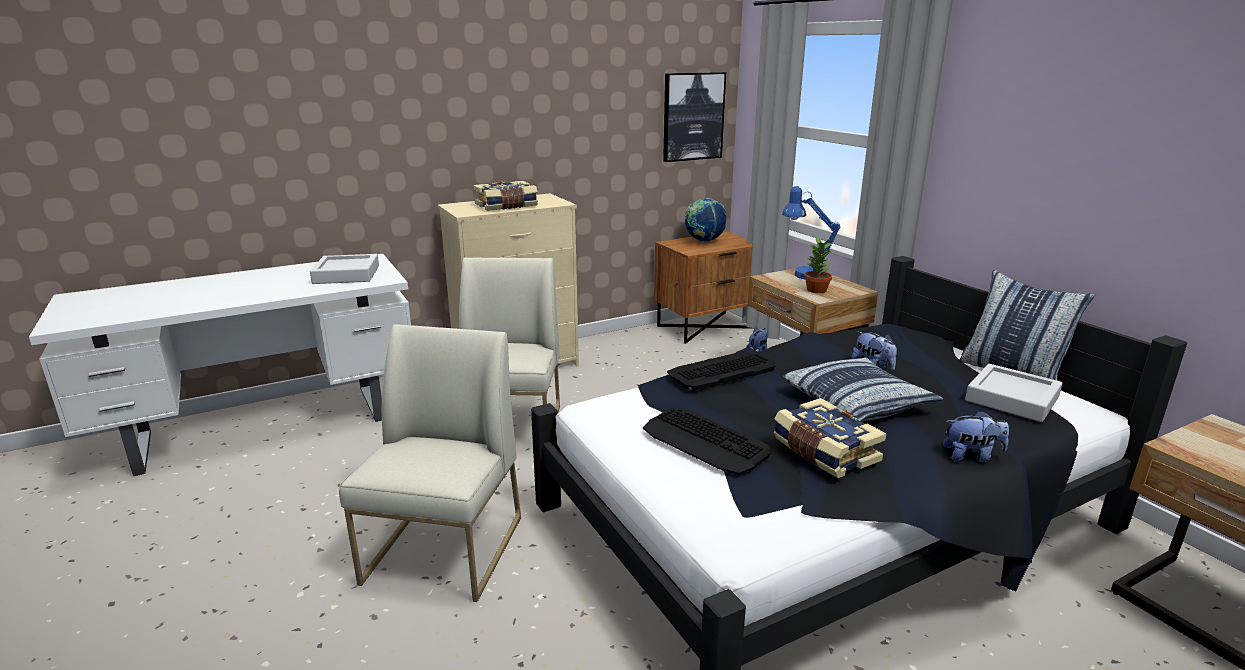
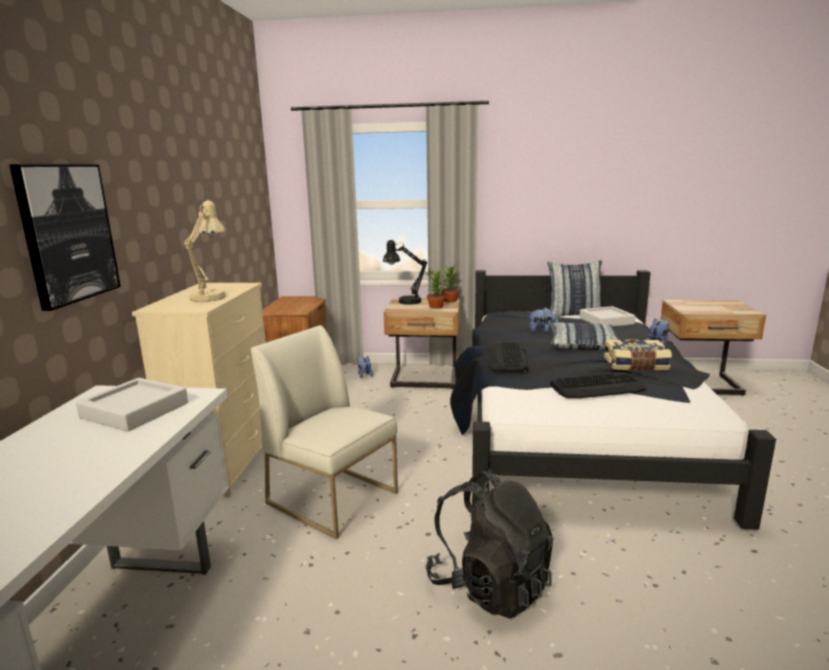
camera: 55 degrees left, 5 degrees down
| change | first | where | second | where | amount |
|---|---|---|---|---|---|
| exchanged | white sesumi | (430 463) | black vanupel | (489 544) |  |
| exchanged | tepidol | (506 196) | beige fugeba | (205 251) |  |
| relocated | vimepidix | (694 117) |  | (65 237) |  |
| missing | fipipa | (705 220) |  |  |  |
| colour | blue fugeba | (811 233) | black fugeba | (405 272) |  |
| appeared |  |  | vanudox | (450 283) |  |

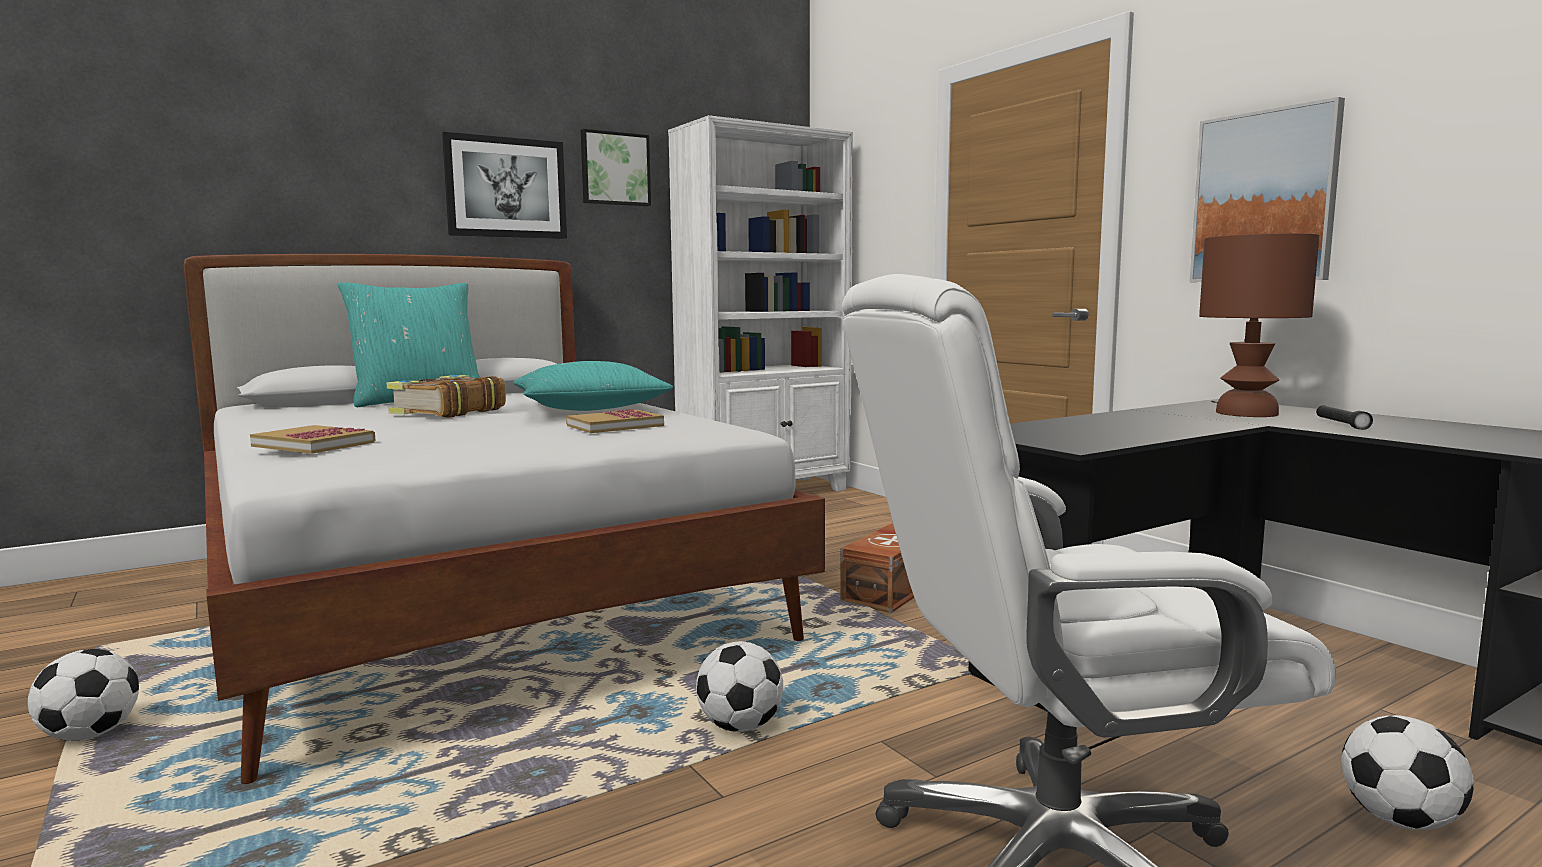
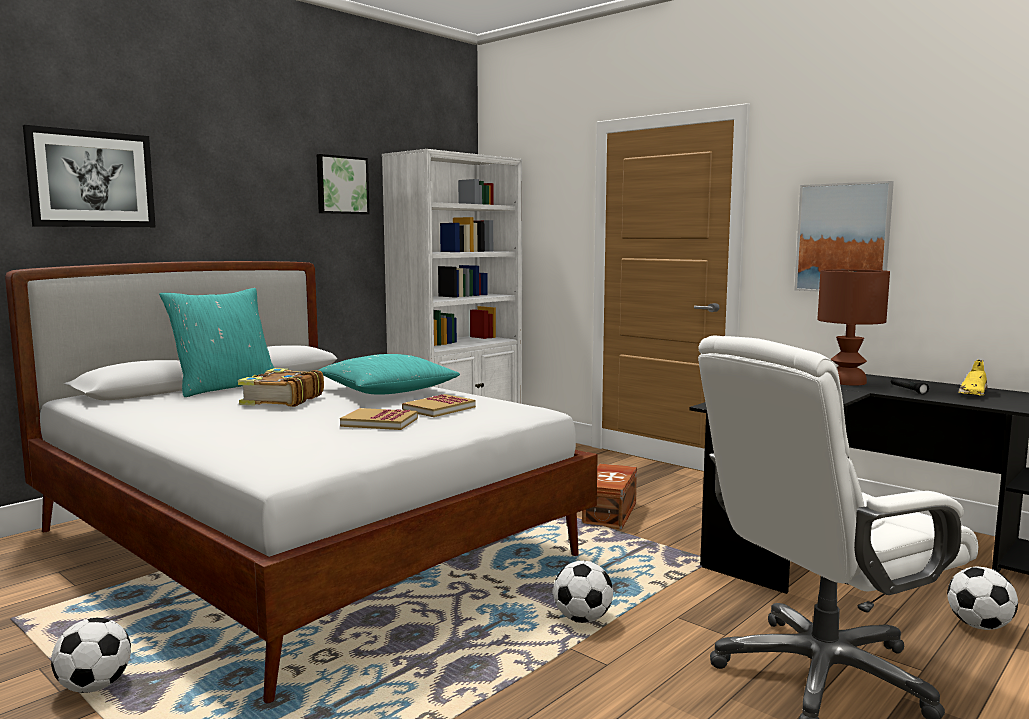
camera: 15 degrees left, 0 degrees up
| change | first | where | second | where | amount |
|---|---|---|---|---|---|
| relocated | tepidol | (313 439) |  | (379 419) |  |
| relocated | vimepidix | (504 185) |  | (89 176) |  |
| appeared |  |  | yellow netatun | (972 378) |  |

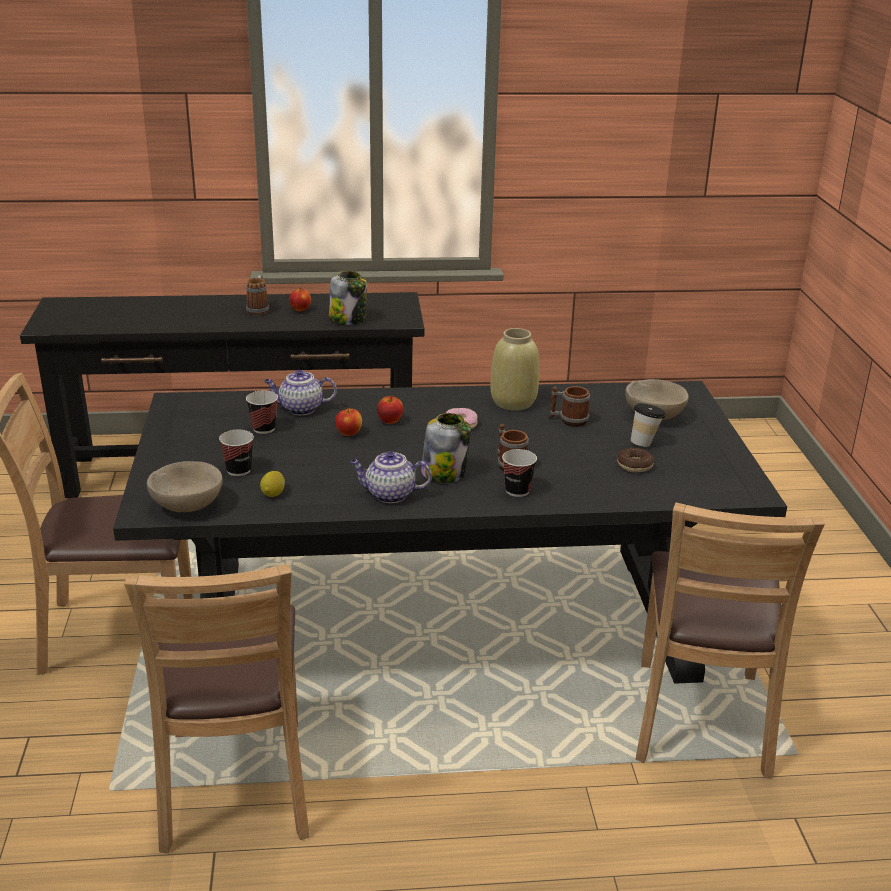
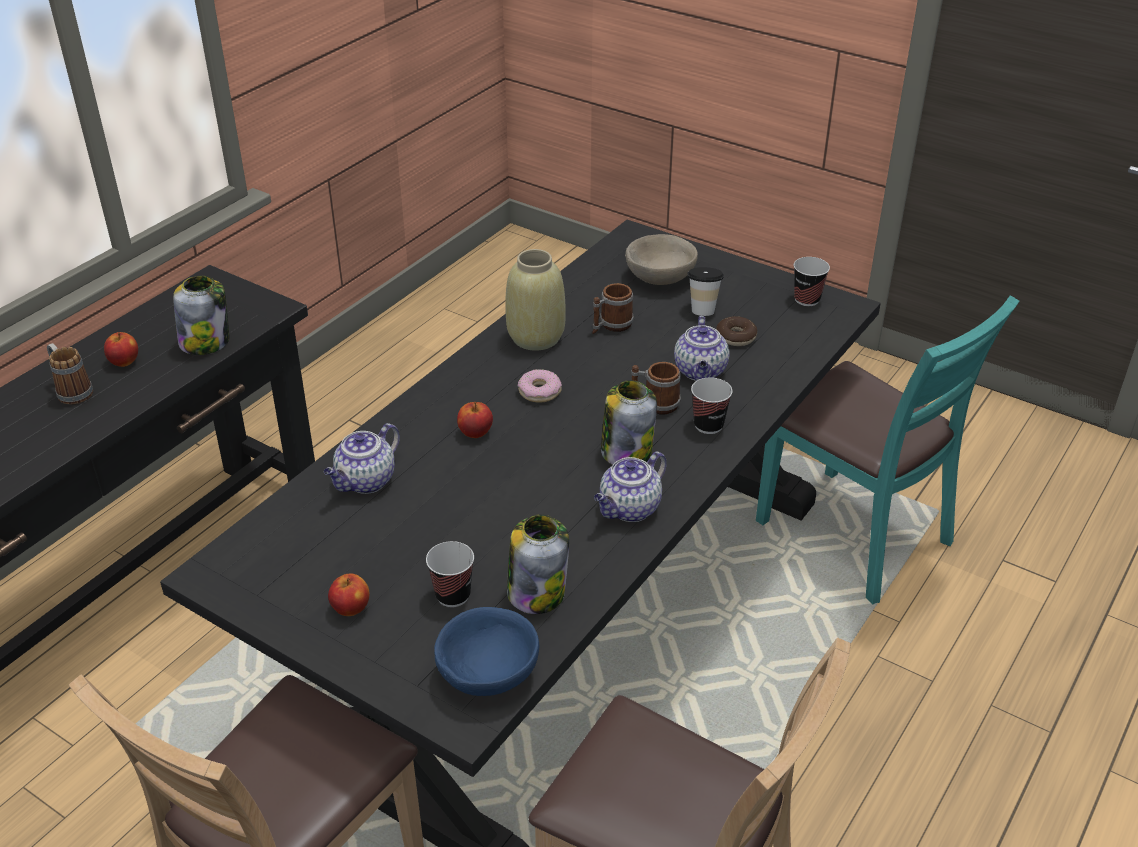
camera: 50 degrees left, 10 degrees up
| change | first | where | second | where | amount |
|---|---|---|---|---|---|
| colour | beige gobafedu | (185 486) | blue gobafedu | (486 651) |  |
| relocated | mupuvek | (262 412) |  | (812 281) |  |
| exchanged | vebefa | (272 484) | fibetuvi | (538 564) |  |
| relocated | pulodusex | (348 422) |  | (348 594) |  |
| colour | brown sesumi | (730 640) | turquoise sesumi | (887 449) |  |
| appeared |  |  | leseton | (702 348) |  |

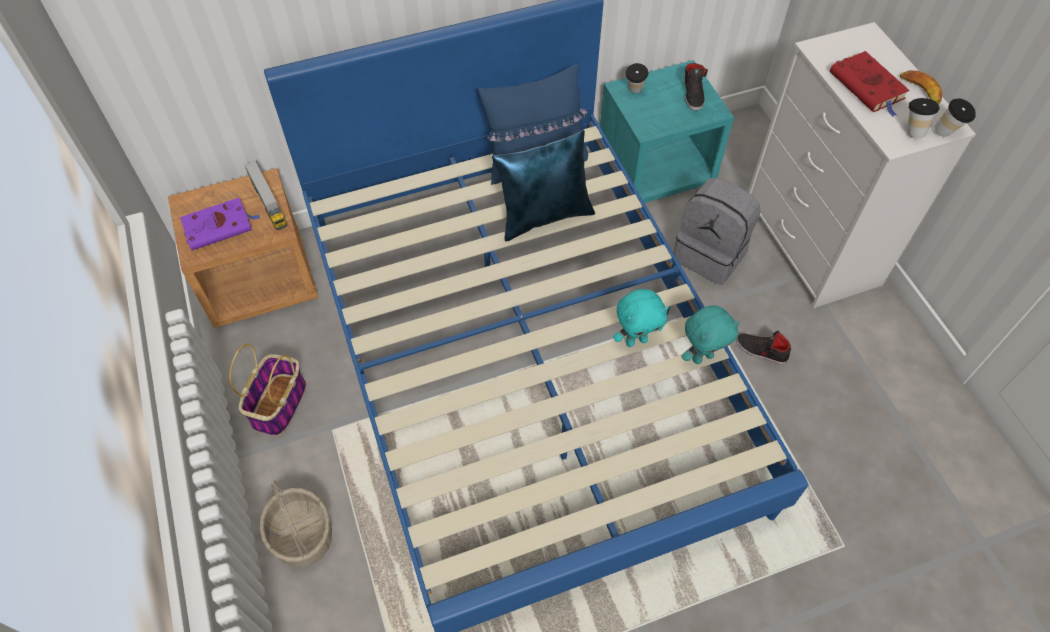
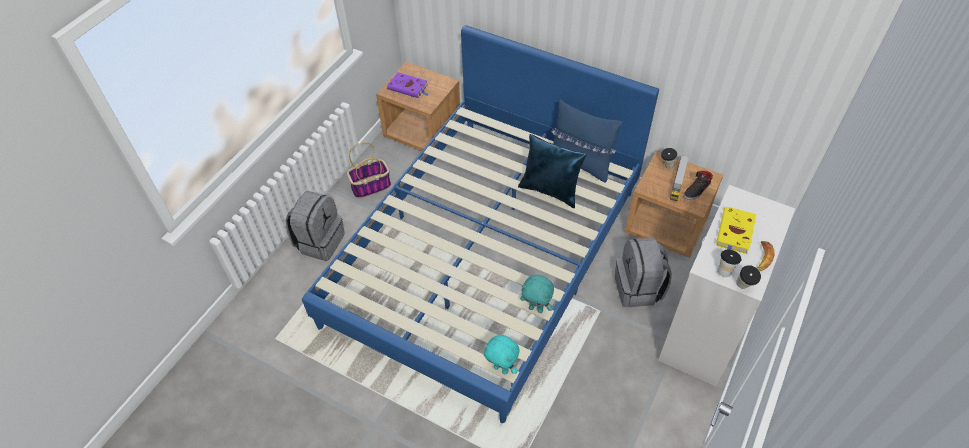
camera: 50 degrees right, 5 degrees down
| change | first | where | second | where | amount |
|---|---|---|---|---|---|
| relocated | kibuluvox | (265 195) |  | (679 178) |  |
| exchanged | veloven | (296 524) | grey vanupel | (315 226) |  |
| colour | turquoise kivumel | (667 131) | brown kivumel | (674 204) |  |
| relocated | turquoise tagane | (641 318) |  | (501 354) |  |
| missing | black netatun | (763 347) |  |  |  |
| colour | red tepidol | (869 84) | yellow tepidol | (736 230) |  |

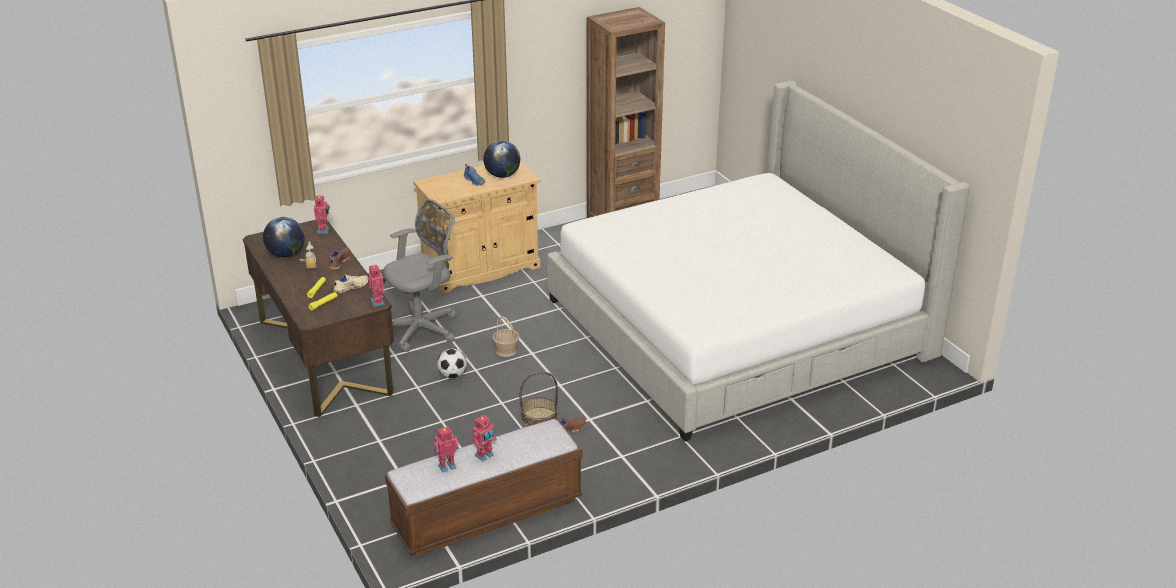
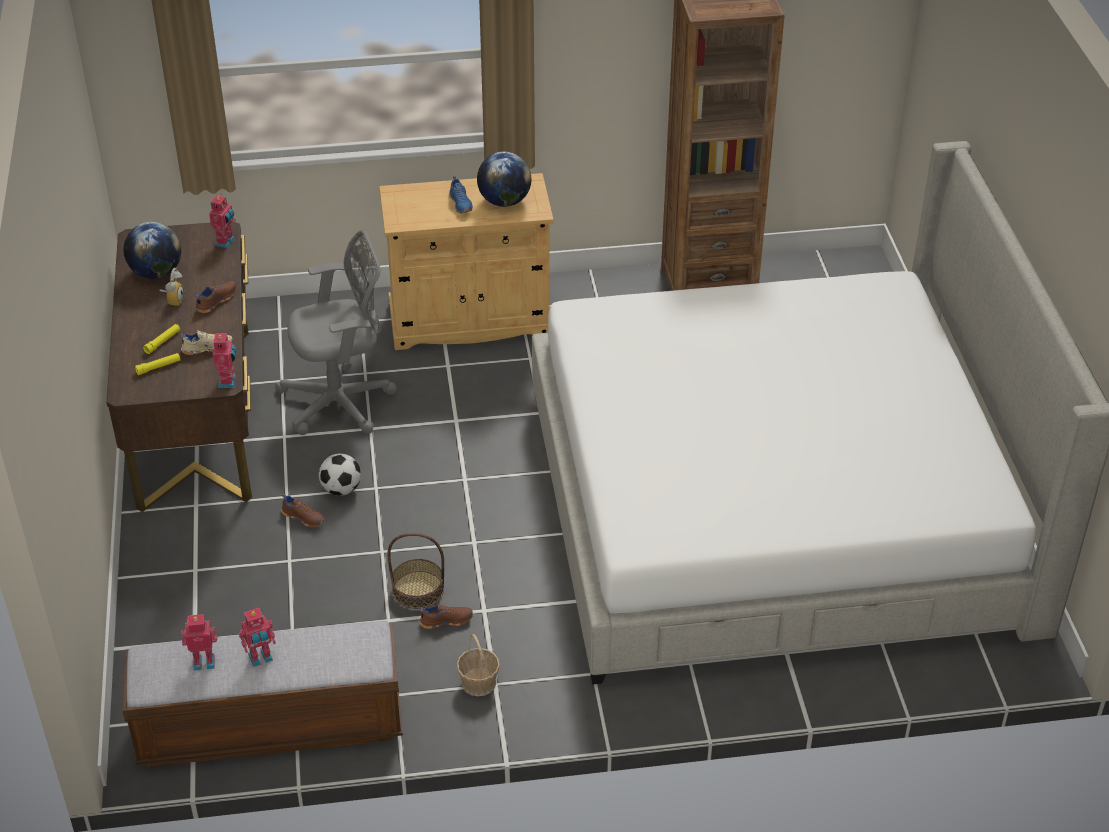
camera: 20 degrees right, 10 degrees up
| change | first | where | second | where | amount |
|---|---|---|---|---|---|
| relocated | veloven | (506 336) |  | (478 665) |  |
| appeared |  |  | brown netatun | (302 510) |  |

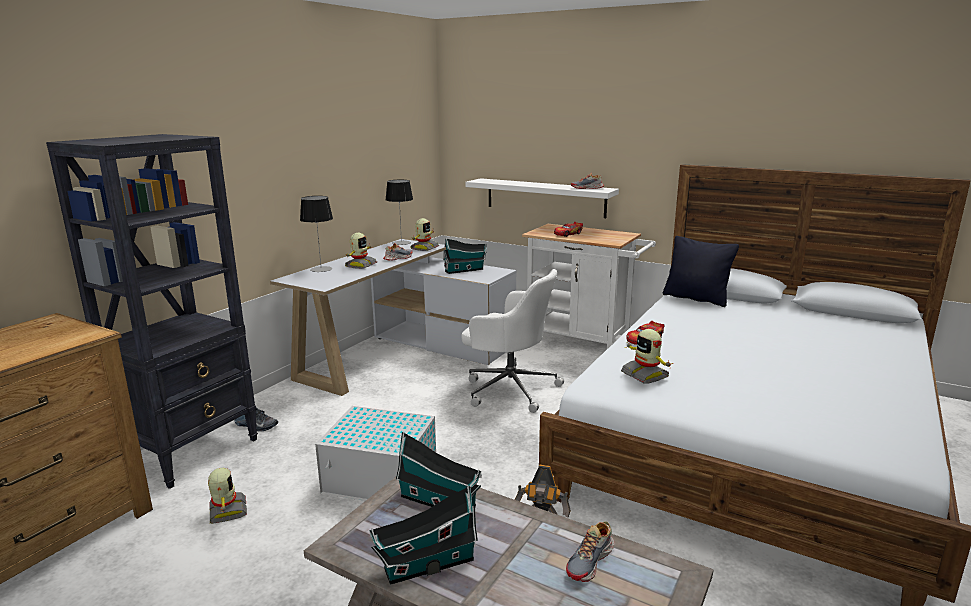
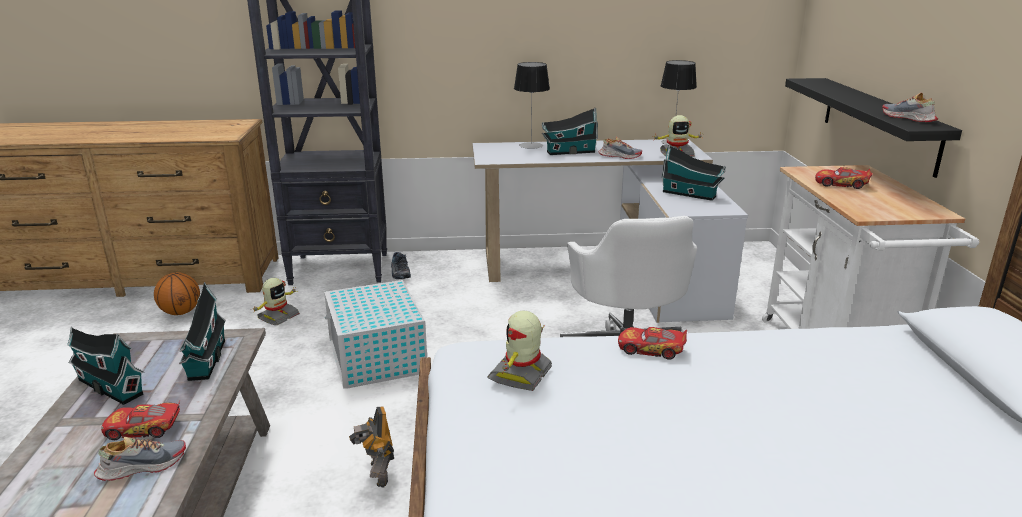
camera: 55 degrees right, 5 degrees up
| change | first | where | second | where | amount |
|---|---|---|---|---|---|
| exchanged | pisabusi | (361 251) | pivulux | (570 131) |  |
| colour | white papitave | (542 198) | black papitave | (873 128) |  |
| spun | netatun | (590 551) |  | (140 459) | 150 degrees clockwise |
| missing | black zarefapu | (701 271) |  |  |  |
| appeared |  |  | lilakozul | (140 420) |  |
| appeared |  |  | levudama | (177 293) |  |

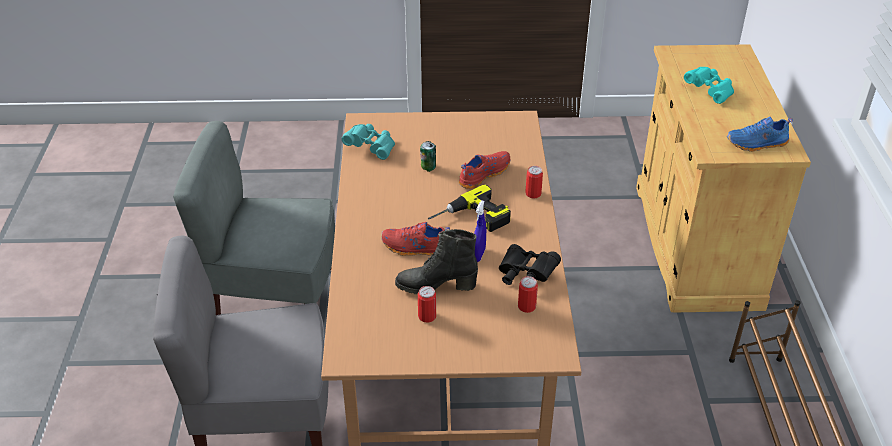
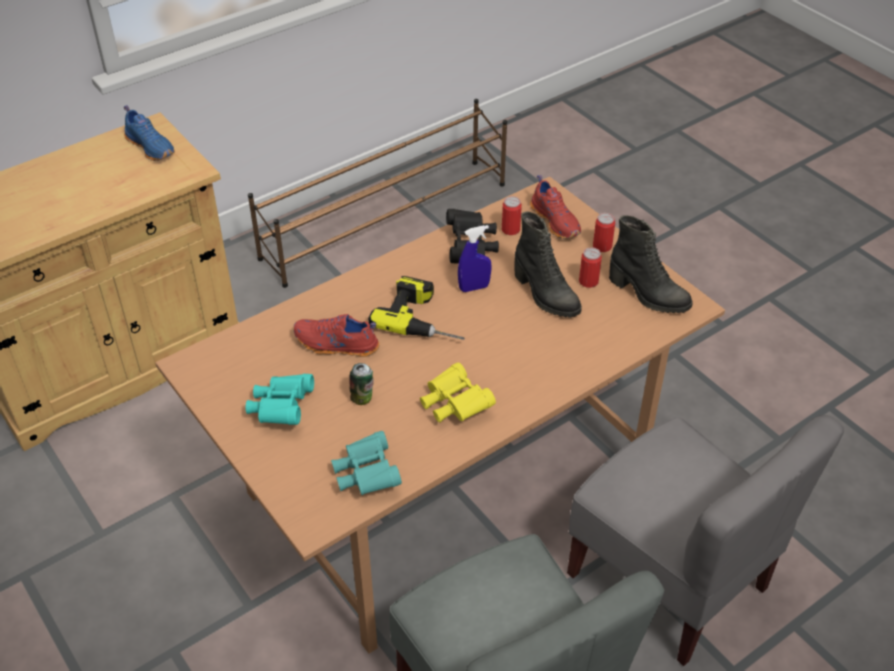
camera: 125 degrees left, 5 degrees up
| change | first | where | second | where | amount |
|---|---|---|---|---|---|
| relocated | red netatun | (415 239) |  | (555 207) |  |
| relocated | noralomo | (534 182) |  | (604 232) |  |
| relocated | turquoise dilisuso | (709 85) |  | (279 399) |  |
| appeared |  |  | yellow dilisuso | (458 392) |  |
| appeared |  |  | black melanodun | (651 264) |  |

